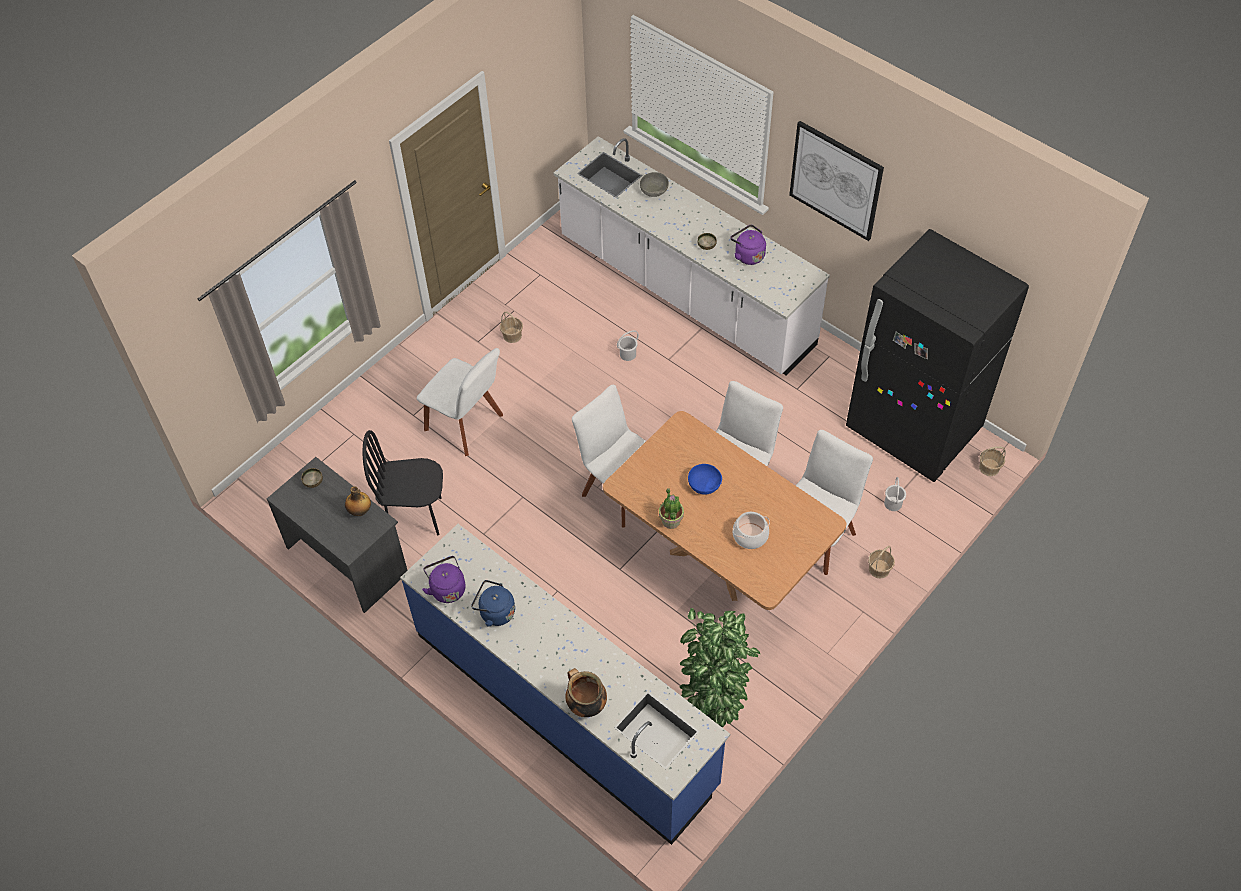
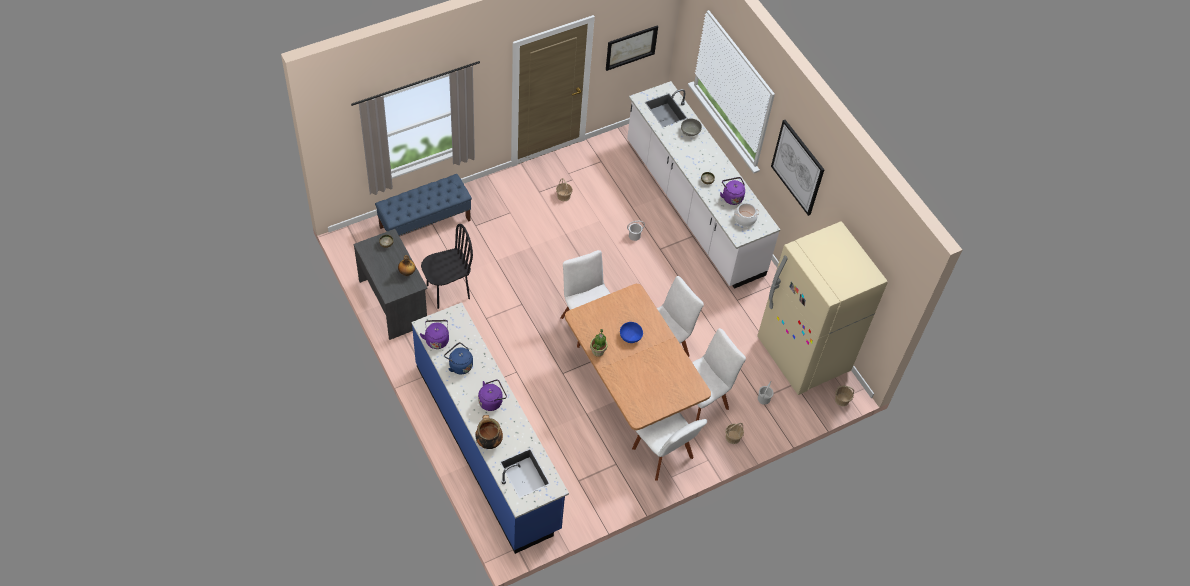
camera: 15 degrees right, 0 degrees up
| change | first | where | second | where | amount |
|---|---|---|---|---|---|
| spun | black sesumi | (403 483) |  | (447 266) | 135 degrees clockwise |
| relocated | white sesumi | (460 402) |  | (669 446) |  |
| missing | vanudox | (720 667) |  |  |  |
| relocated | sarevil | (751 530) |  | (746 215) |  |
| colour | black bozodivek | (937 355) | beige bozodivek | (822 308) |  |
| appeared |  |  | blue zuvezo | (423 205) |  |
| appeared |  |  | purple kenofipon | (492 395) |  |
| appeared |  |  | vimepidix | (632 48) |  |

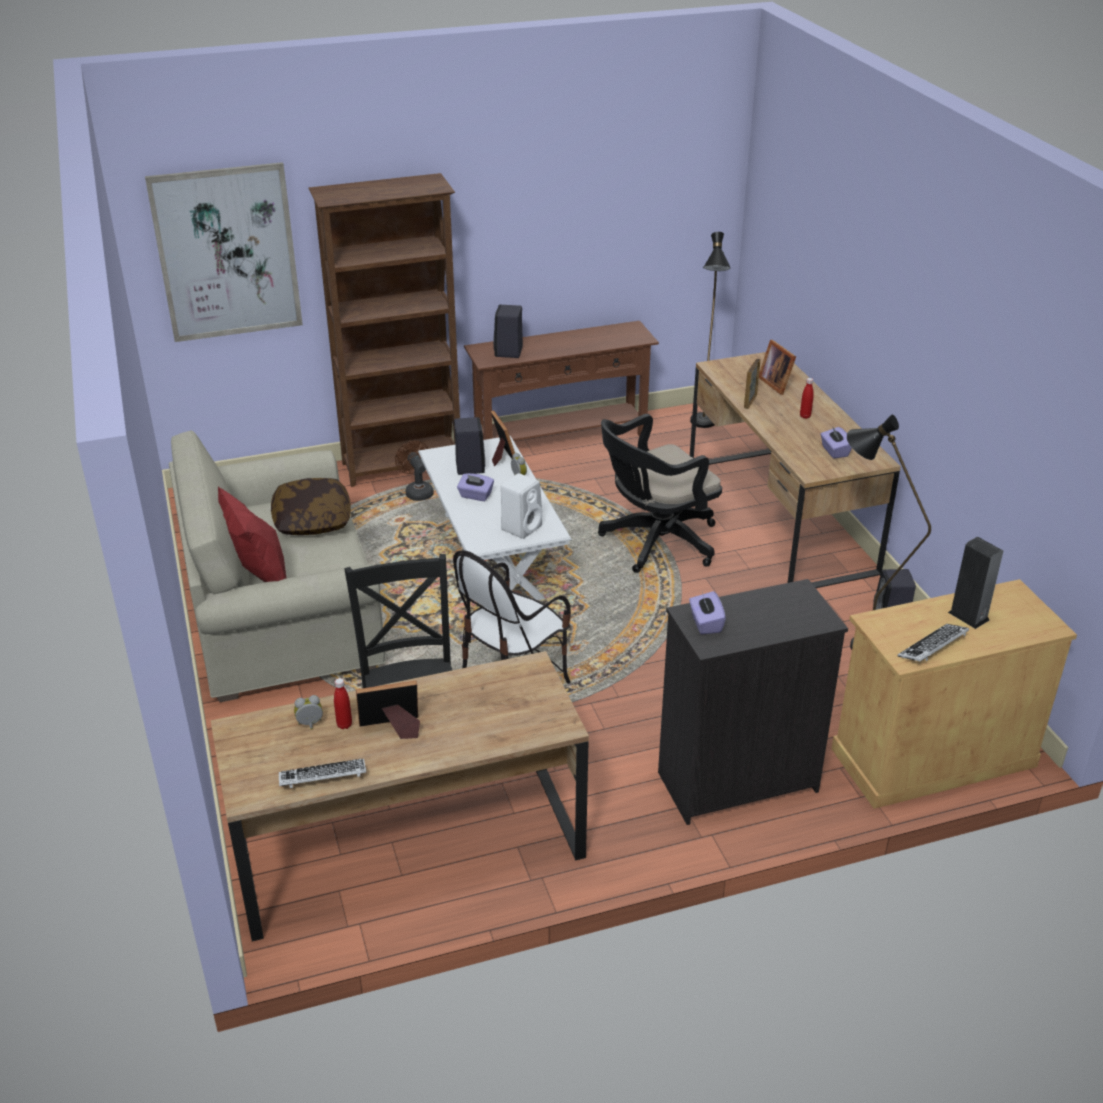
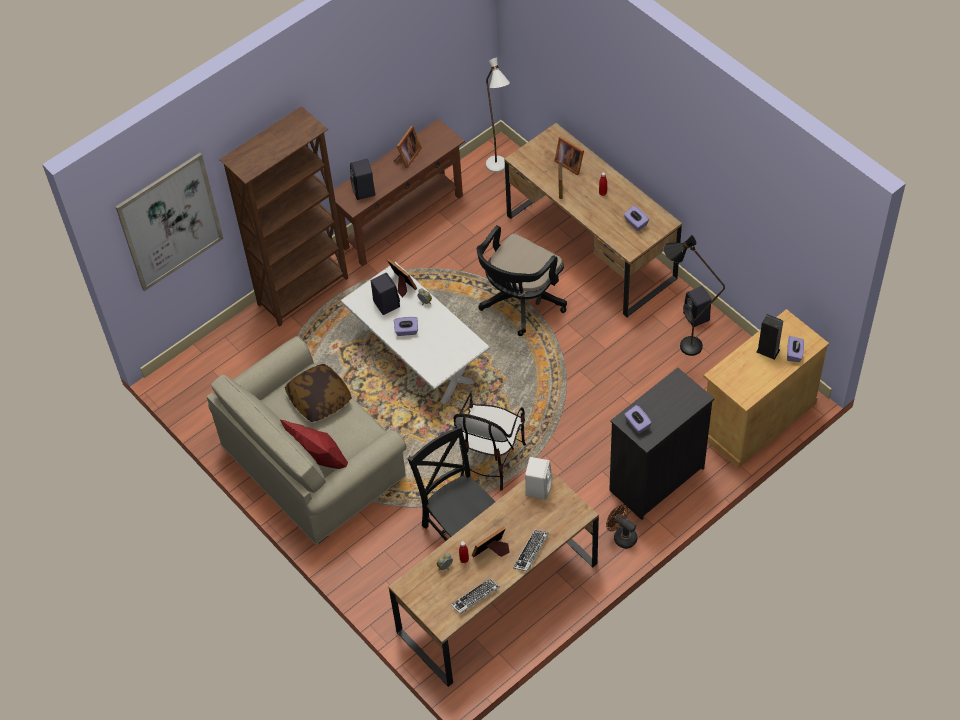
camera: 20 degrees left, 20 degrees up
| change | first | where | second | where | amount |
|---|---|---|---|---|---|
| relocated | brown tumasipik | (414 470) |  | (622 526) |  |
| relocated | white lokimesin | (522 506) |  | (538 478) |  |
| colour | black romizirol | (710 330) | white romizirol | (498 115) |  |
| relocated | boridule | (933 643) |  | (531 551) |  |
| appeared |  |  | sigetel | (408 147) |  |
| appeared |  |  | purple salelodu | (795 349) |  |

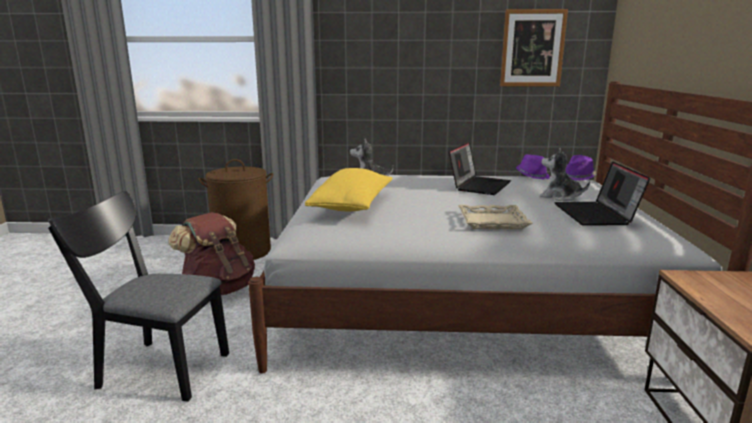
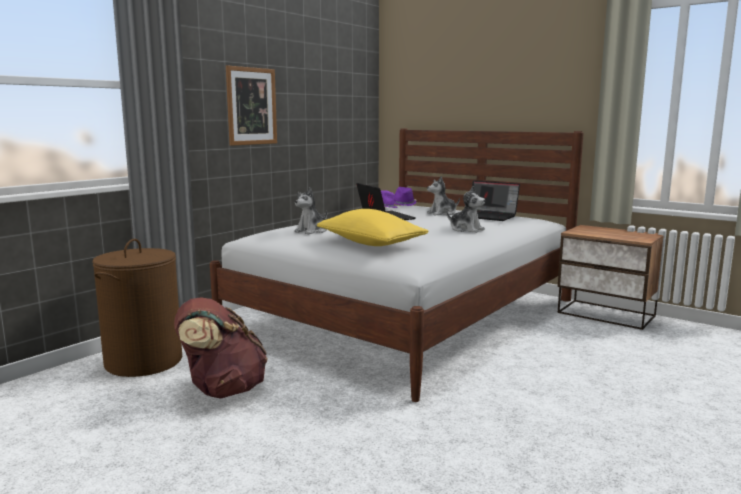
camera: 55 degrees left, 5 degrees down
| change | first | where | second | where | amount |
|---|---|---|---|---|---|
| missing | black sesumi | (138 296) |  |  |  |
| exchanged | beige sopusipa | (495 217) | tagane | (465 209) |  |
| relocated | vimepidix | (534 48) |  | (251 105) |  |

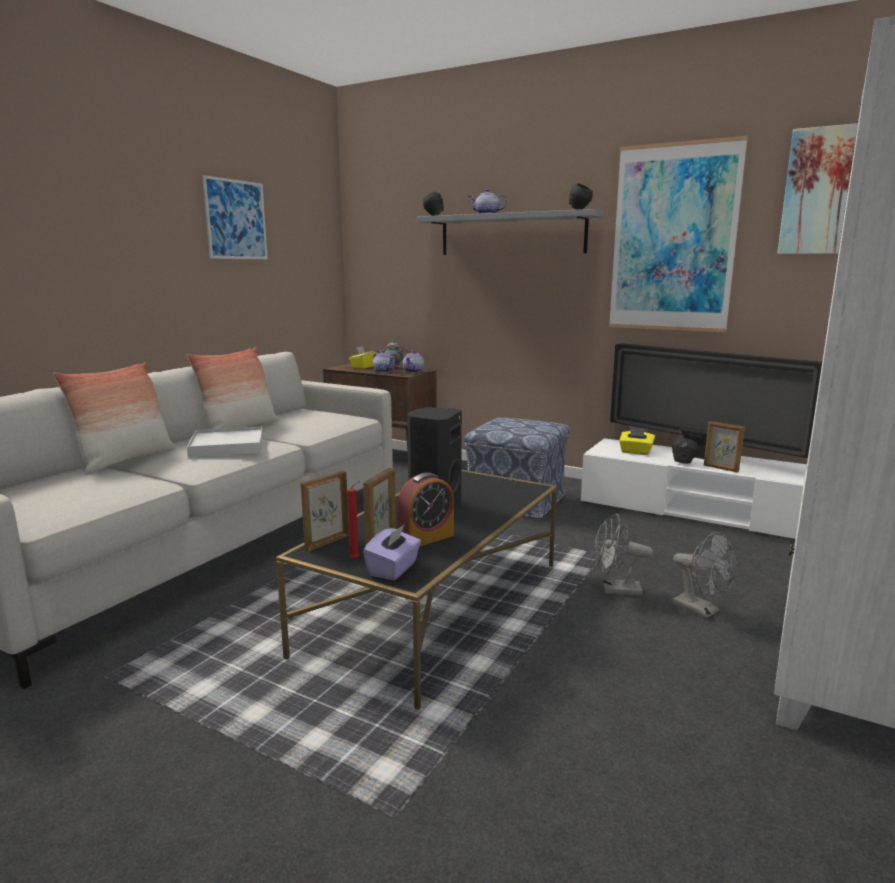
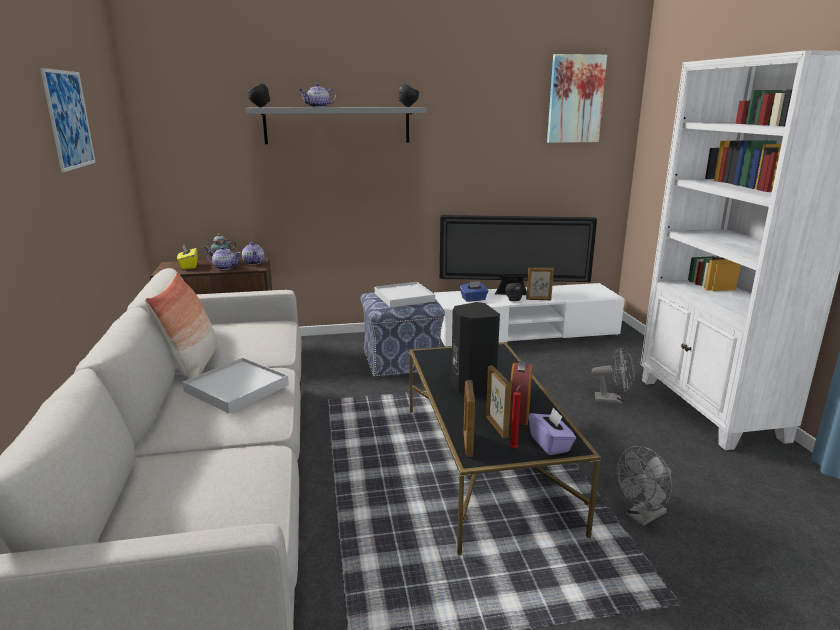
camera: 40 degrees left, 5 degrees up
| change | first | where | second | where | amount |
|---|---|---|---|---|---|
| missing | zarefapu | (114 418) |  |  |  |
| relocated | grey tumasipik | (623 554) |  | (644 486) |  |
| missing | vimepidix | (678 234) |  |  |  |
| colour | yellow salelodu | (637 441) | blue salelodu | (474 291) |  |
| appeared |  |  | white sopusipa | (405 295) |  |

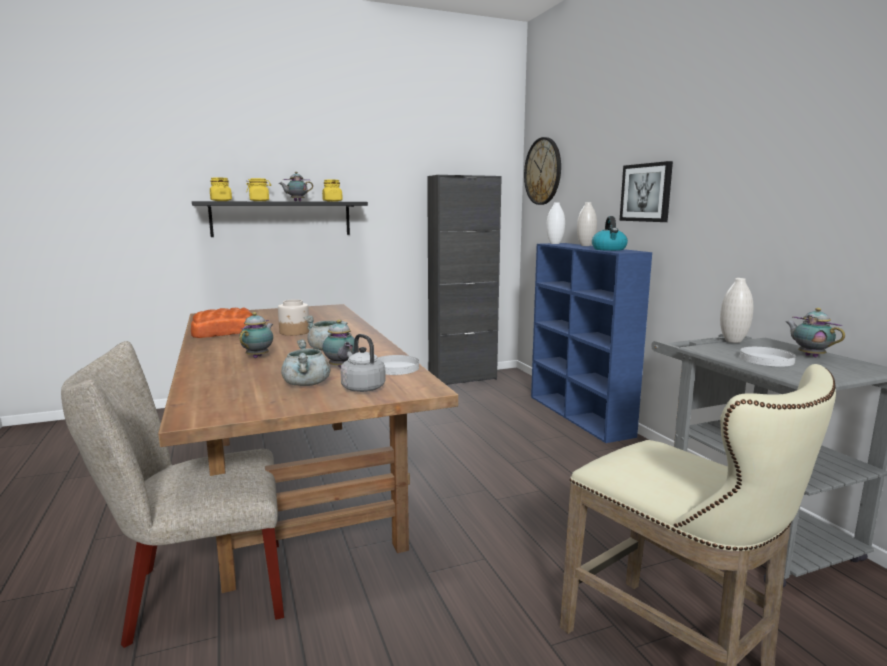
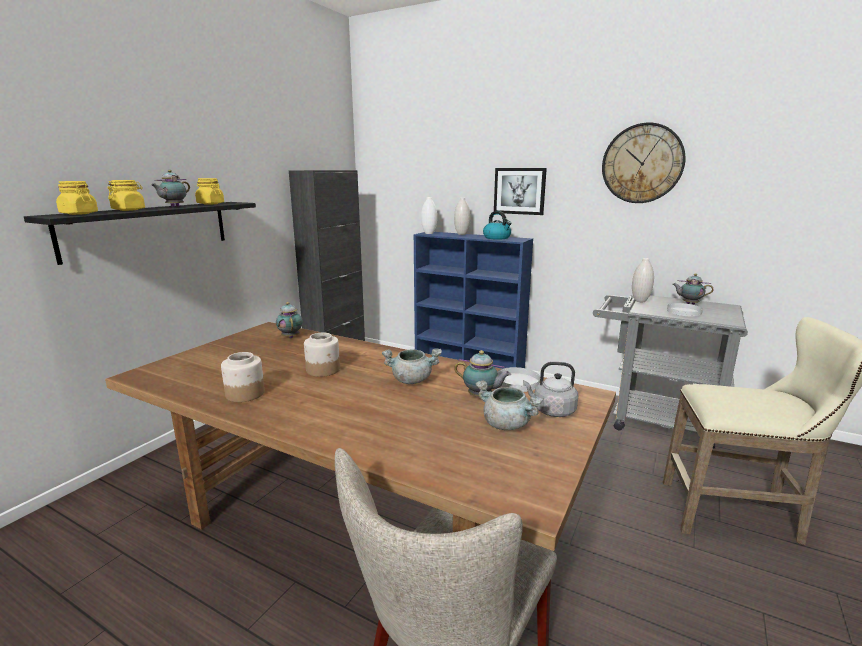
camera: 40 degrees left, 5 degrees up
| change | first | where | second | where | amount |
|---|---|---|---|---|---|
| exchanged | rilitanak | (222 322) | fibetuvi | (243 377) |  |
| relocated | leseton | (256 335) |  | (289 320) |  |
| relocated | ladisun | (542 171) |  | (643 163) |  |

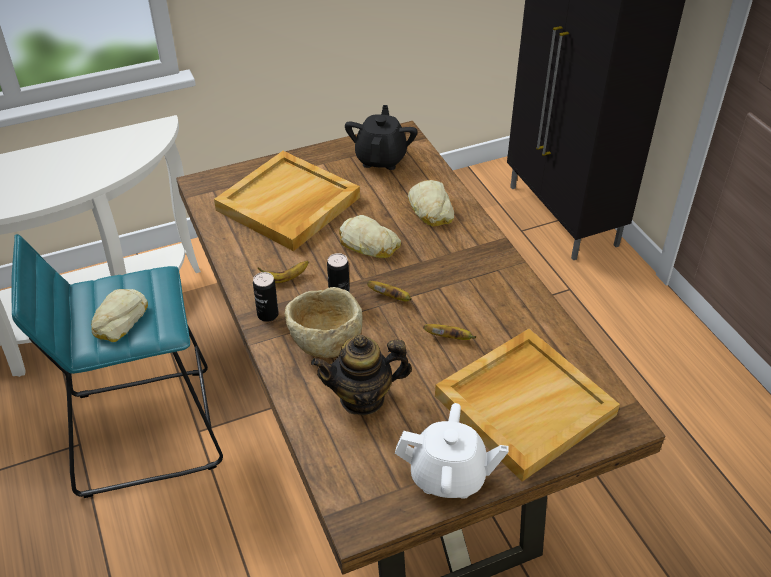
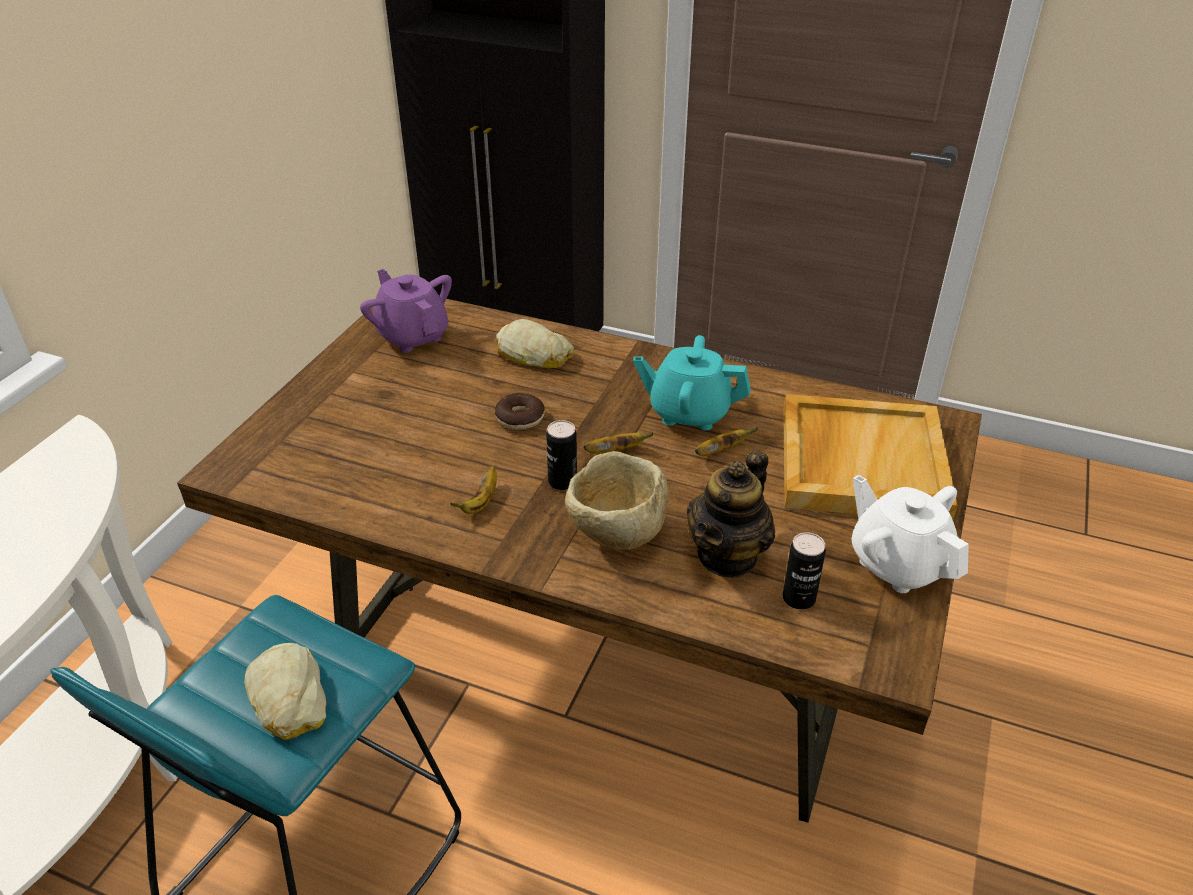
camera: 45 degrees left, 5 degrees down
| change | first | where | second | where | amount |
|---|---|---|---|---|---|
| missing | beige sopusipa | (287 201) |  |  |  |
| relocated | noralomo | (266 297) |  | (804 571) |  |
| exchanged | rilitanak | (370 236) | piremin | (520 411) |  |
| colour | black leseton | (381 137) | purple leseton | (406 311) |  |
| spun | white leseton | (452 451) |  | (910 534) | 90 degrees counterclockwise |
| appeared |  |  | turquoise leseton | (692 382) |  |

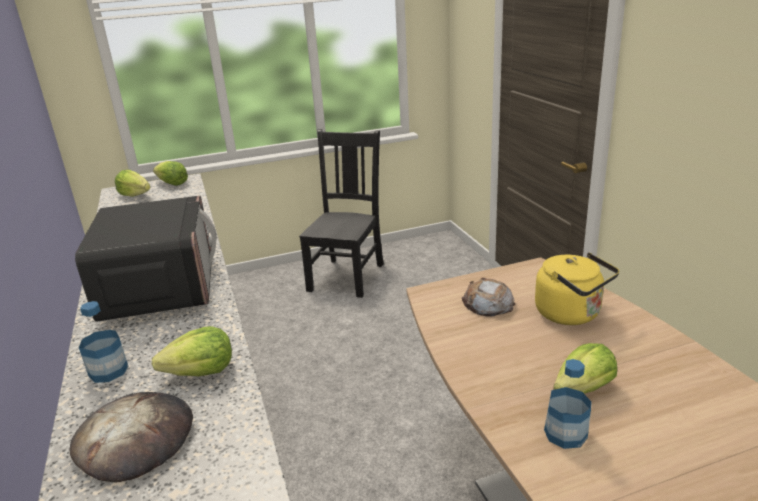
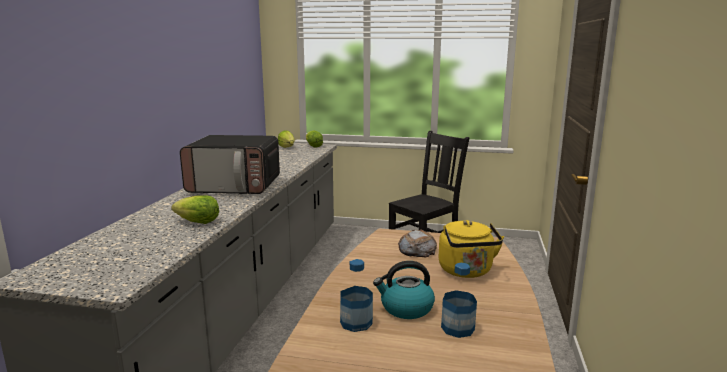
camera: 30 degrees right, 10 degrees down
| change | first | where | second | where | amount |
|---|---|---|---|---|---|
| missing | rilitanak | (131 437) |  |  |  |
| spun | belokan | (145 258) |  | (230 164) | 75 degrees clockwise |
| relocated | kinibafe | (103 342) |  | (459 300) |  |
| exchanged | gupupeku | (585 368) | kenofipon | (404 290) |  |

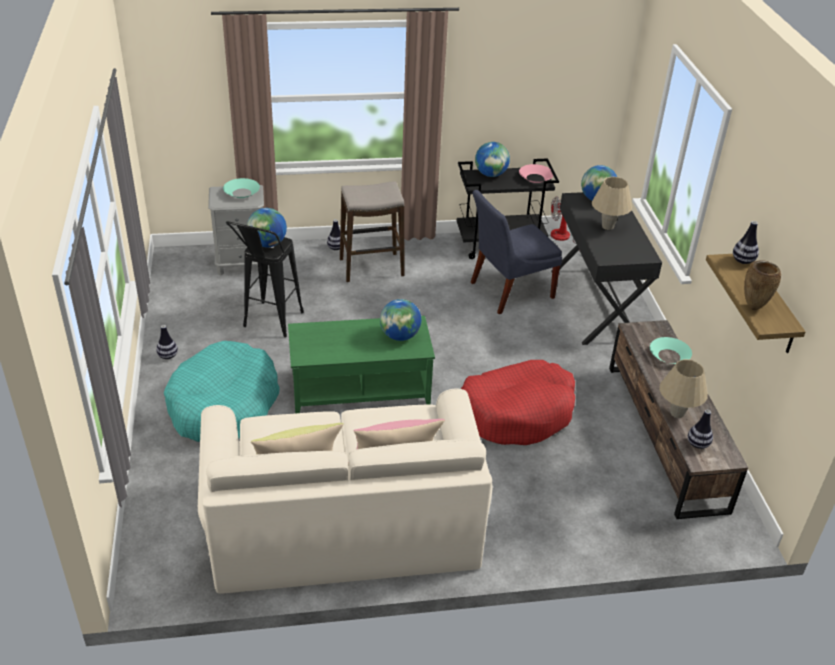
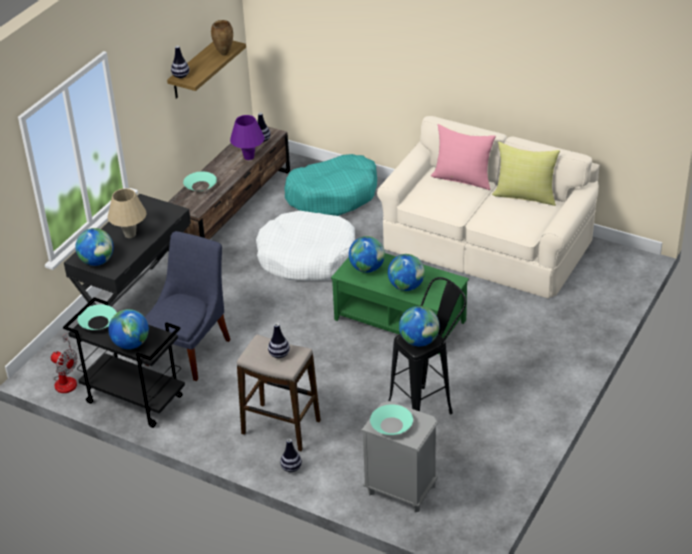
camera: 140 degrees left, 0 degrees up
| change | first | where | second | where | amount |
|---|---|---|---|---|---|
| relocated | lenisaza | (167 342) |  | (279 340) |  |
| relocated | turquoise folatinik | (222 391) |  | (330 185) |  |
| colour | red folatinik | (518 402) | white folatinik | (305 246) |  |
| spun | blue sesumi | (516 252) |  | (188 306) | 75 degrees counterclockwise |
| colour | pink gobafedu | (536 173) | turquoise gobafedu | (97 317) |  |
| colour | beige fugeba | (683 388) | purple fugeba | (247 137) |  |
| appeared |  |  | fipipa | (406 272) |  |

